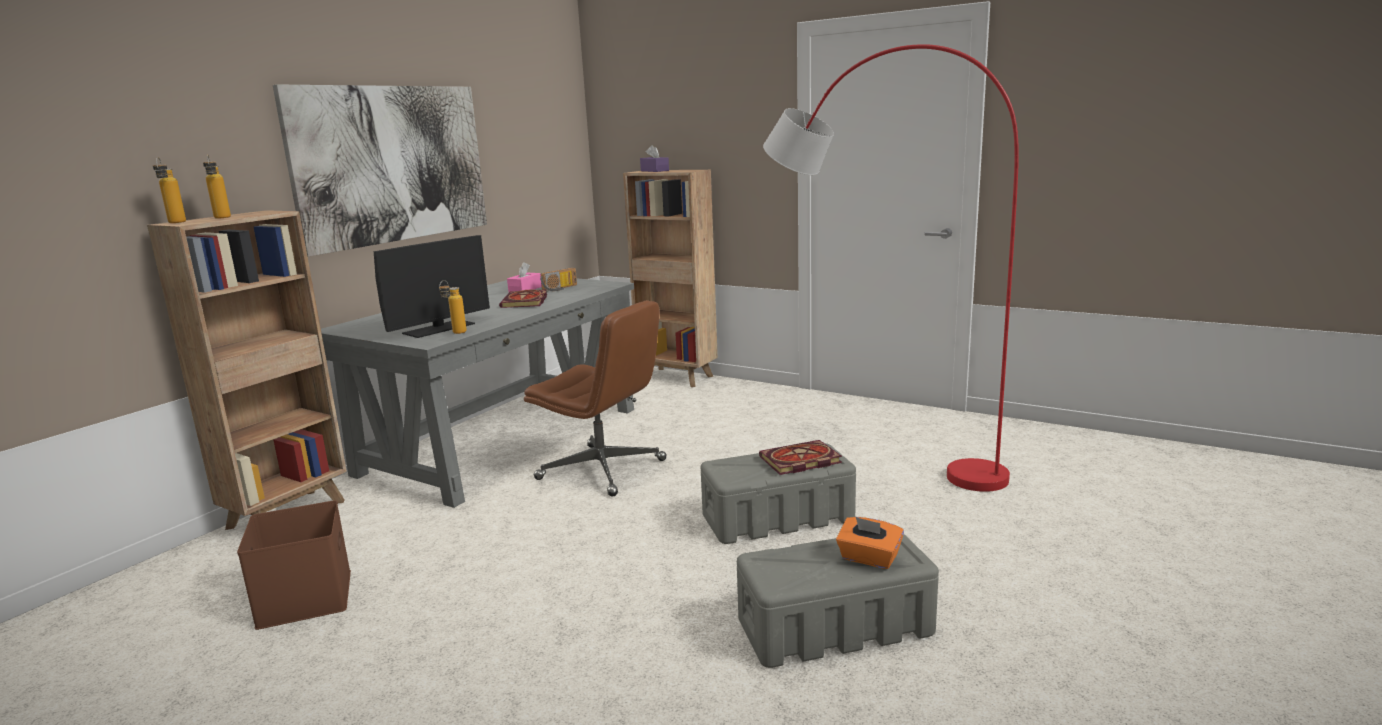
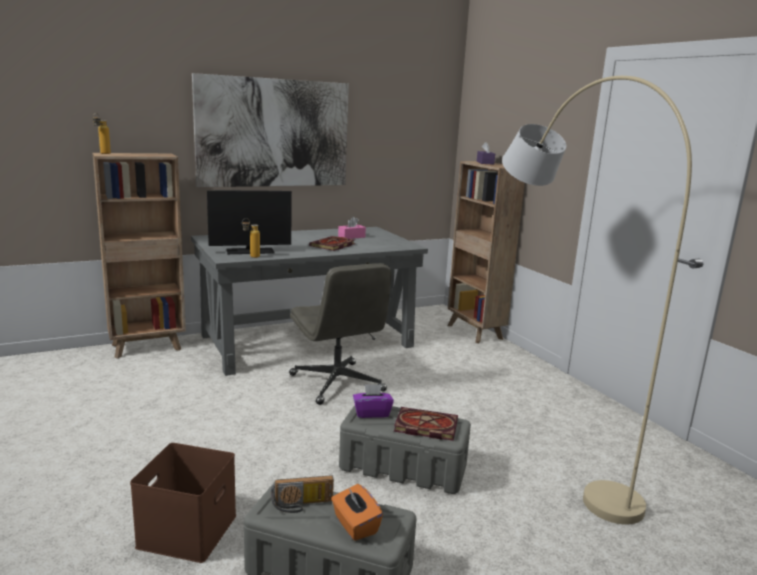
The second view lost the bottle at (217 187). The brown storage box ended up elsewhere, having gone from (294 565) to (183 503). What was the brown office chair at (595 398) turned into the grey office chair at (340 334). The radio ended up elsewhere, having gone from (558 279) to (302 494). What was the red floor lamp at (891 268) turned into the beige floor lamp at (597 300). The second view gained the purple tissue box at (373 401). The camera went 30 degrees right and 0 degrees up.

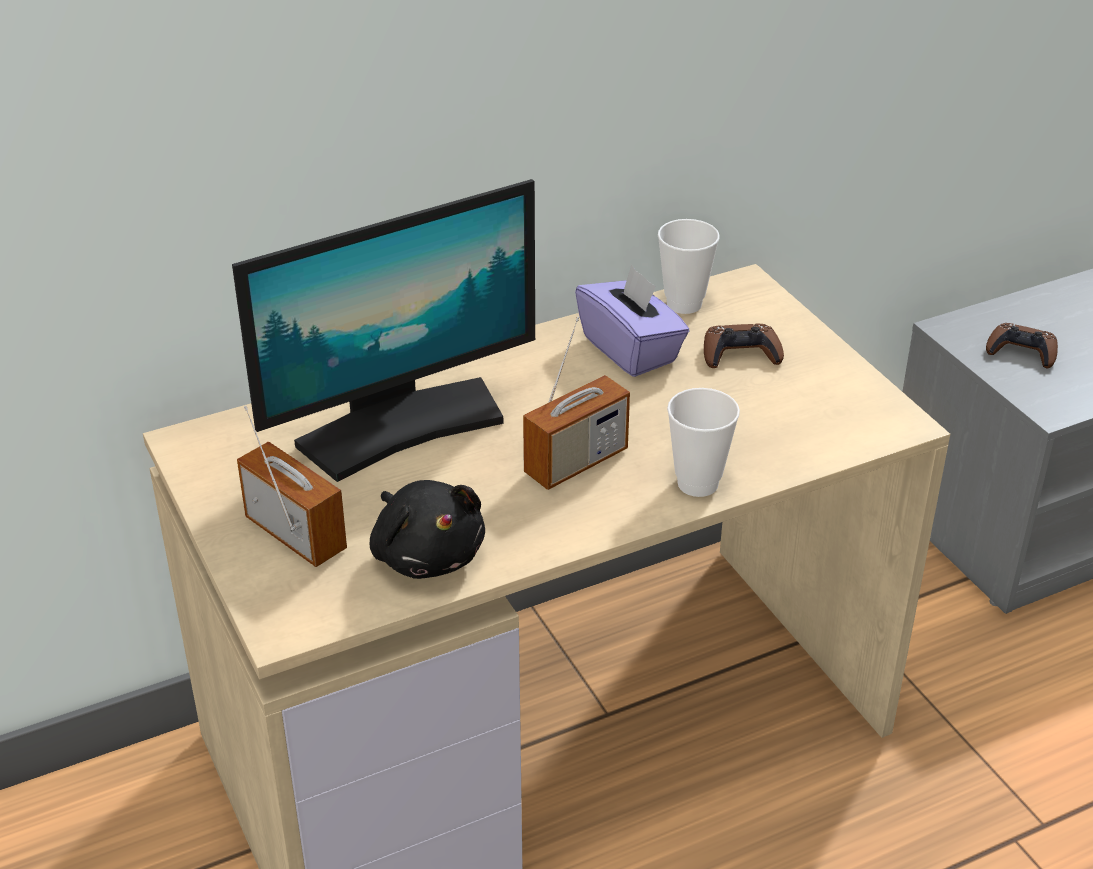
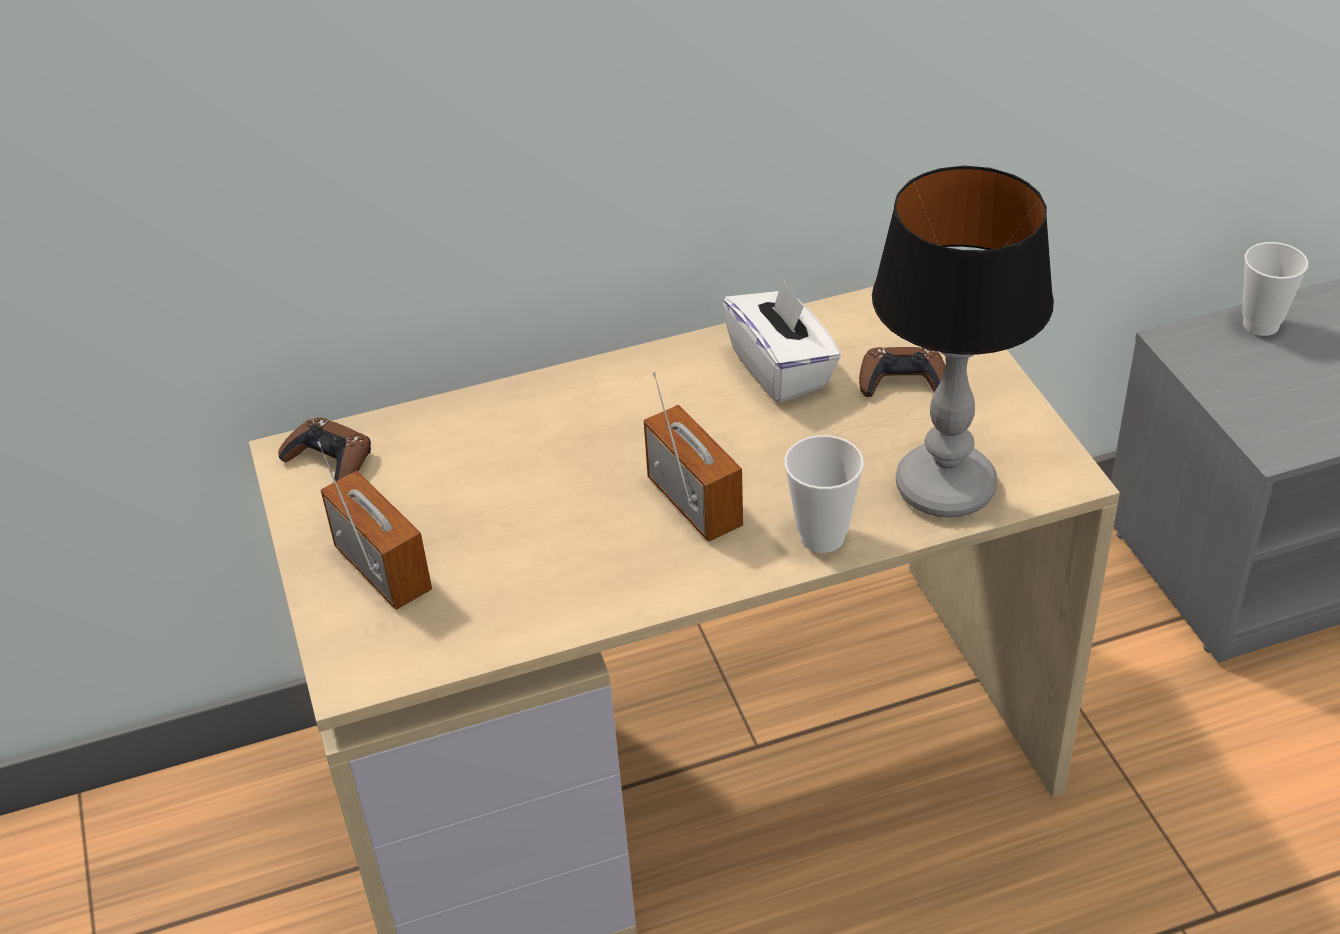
The second view lost the monitor at (383 330). The second view lost the black plush toy at (427 529). The radio at (576 403) ended up facing another way, 90 degrees counterclockwise from before. What was the purple tissue box at (632 321) turned into the white tissue box at (781 341). The cup ended up elsewhere, having gone from (689 266) to (1275 289). The brown game controller ended up elsewhere, having gone from (1022 345) to (324 449). The second view gained the table lamp at (963 342). The camera went 10 degrees right and 5 degrees up.

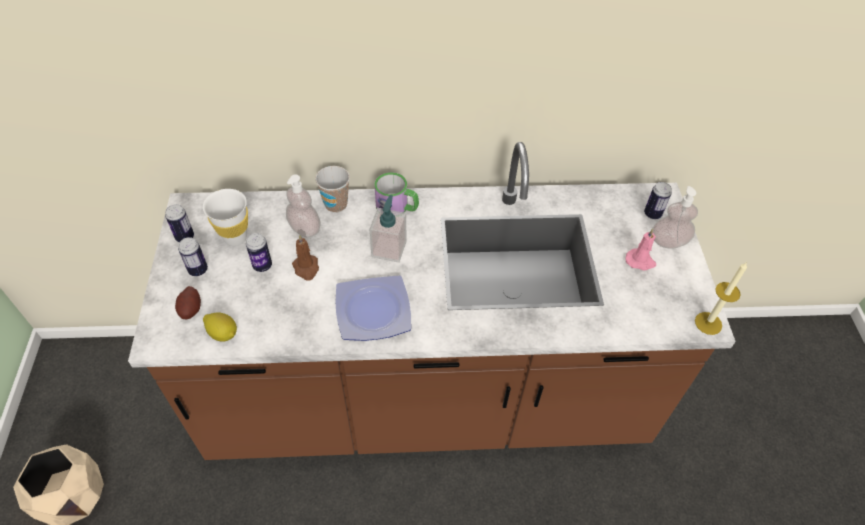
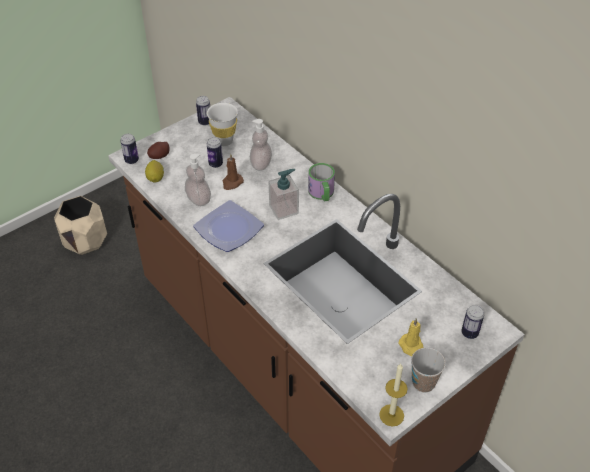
The can ended up elsewhere, having gone from (193 256) to (129 149). The cup ended up elsewhere, having gone from (332 189) to (428 370). What was the pink candle at (640 250) turned into the yellow candle at (411 337). The soap dispenser ended up elsewhere, having gone from (675 217) to (198 180). The camera went 55 degrees right and 5 degrees down.

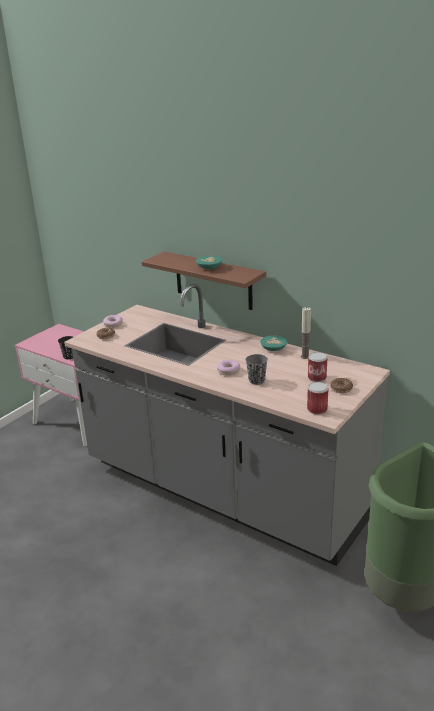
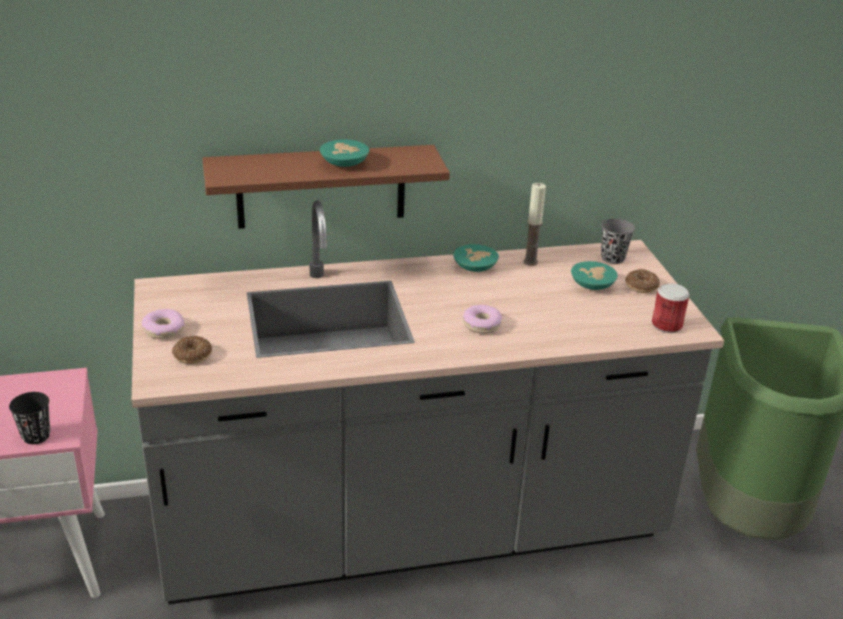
The grey cup ended up elsewhere, having gone from (256 369) to (618 241). Where the can stood at (317 367), the turquoise bowl came to stand at (594 275). The camera went 50 degrees left and 5 degrees up.

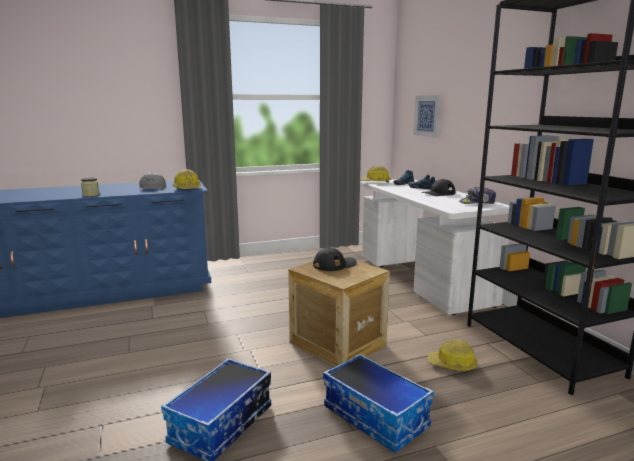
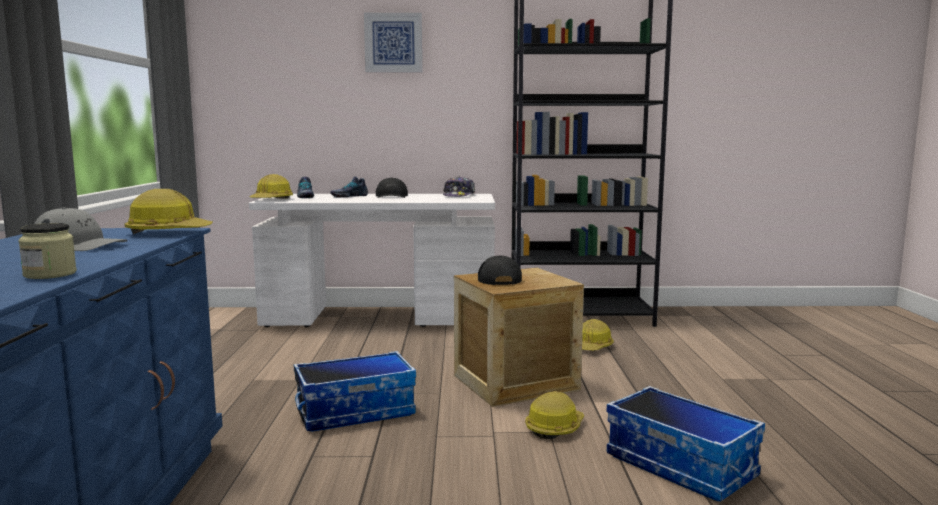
The storage box ended up elsewhere, having gone from (378 403) to (355 391). The picture ended up elsewhere, having gone from (427 116) to (393 42). The second view gained the hard hat at (554 415). The camera went 70 degrees left and 5 degrees down.

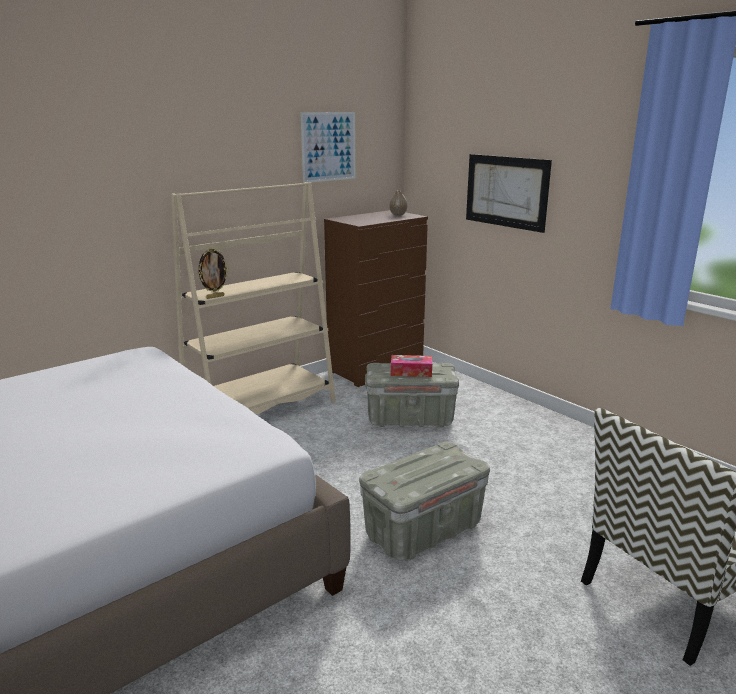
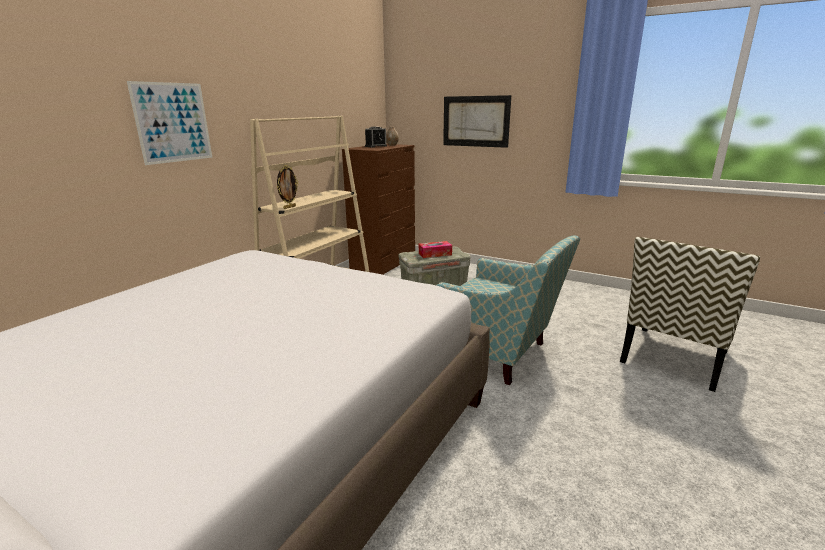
The picture ended up elsewhere, having gone from (328 147) to (169 123). Where the grey storage box stood at (424 501), the armchair came to stand at (508 310). The second view gained the alarm clock at (376 136). The camera went 20 degrees left and 0 degrees up.

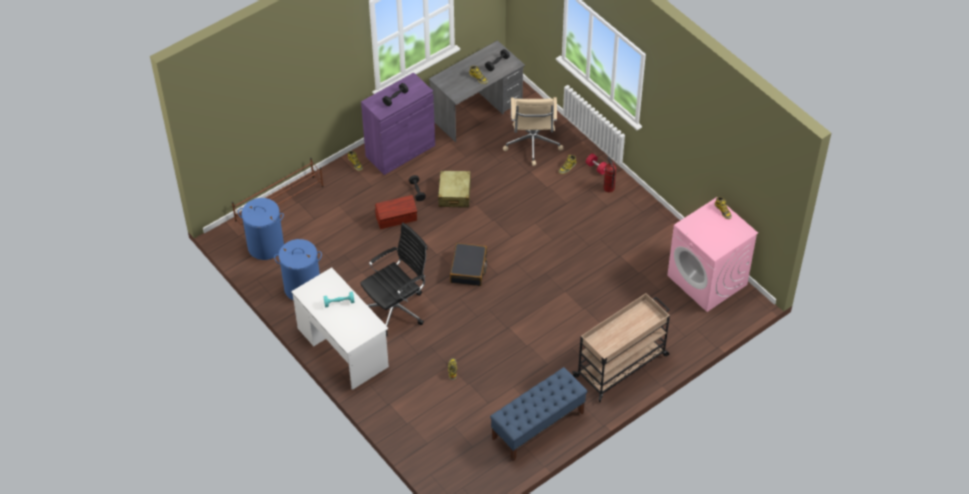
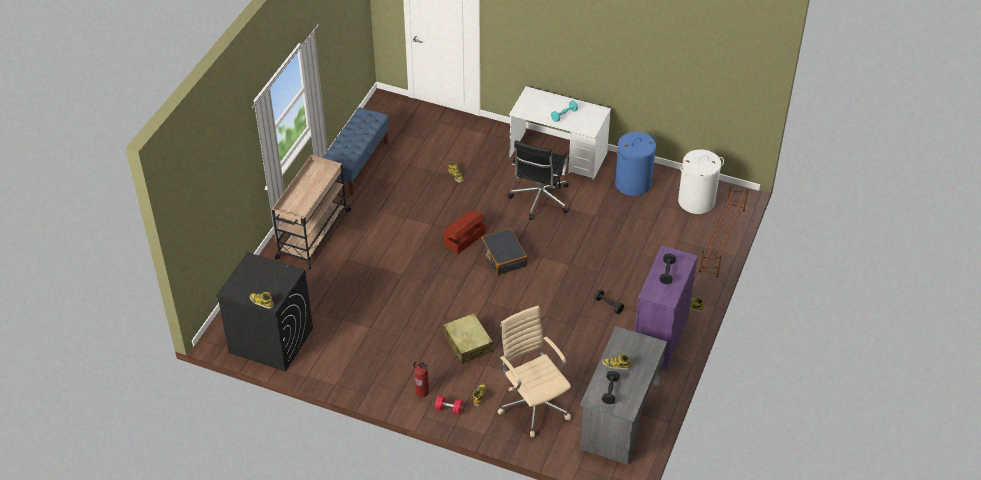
What was the blue laundry basket at (261 229) turned into the white laundry basket at (701 181). The brown storage box ended up elsewhere, having gone from (396 212) to (463 232). The beige suitcase ended up elsewhere, having gone from (454 189) to (468 338). What was the pink washing machine at (712 254) turned into the black washing machine at (264 312). The camera went 150 degrees right and 5 degrees down.

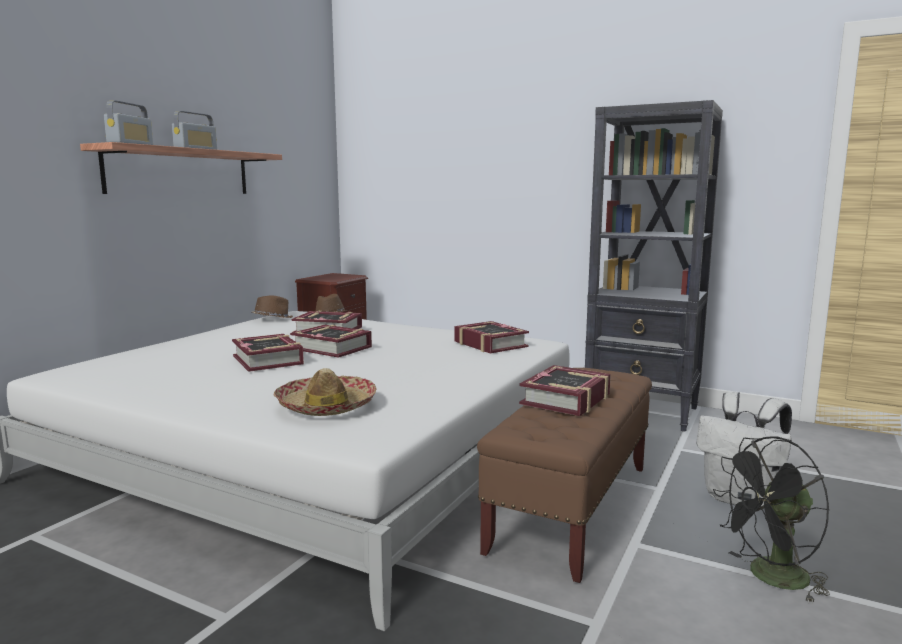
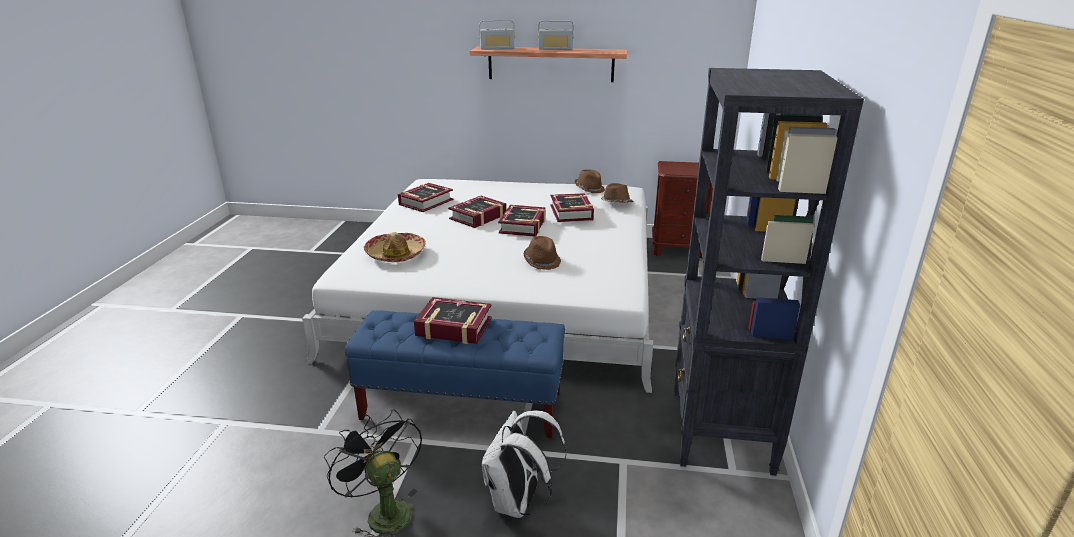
The book ended up elsewhere, having gone from (491 337) to (425 197). What was the brown bench at (564 475) turned into the blue bench at (455 374). The second view gained the brown hat at (542 253). The camera went 70 degrees right and 15 degrees up.

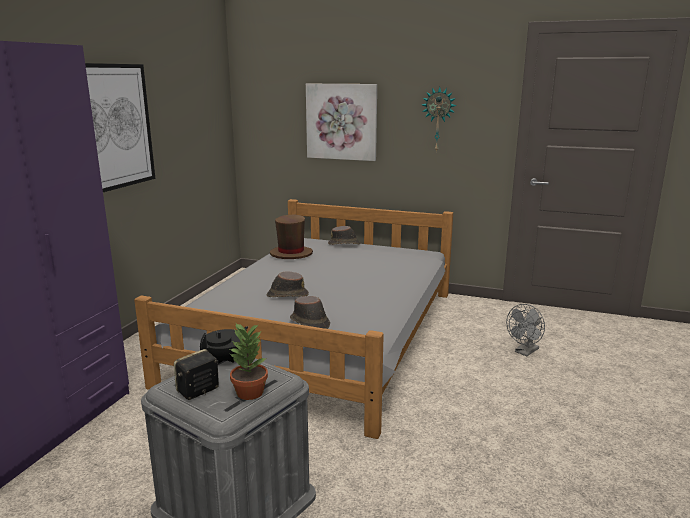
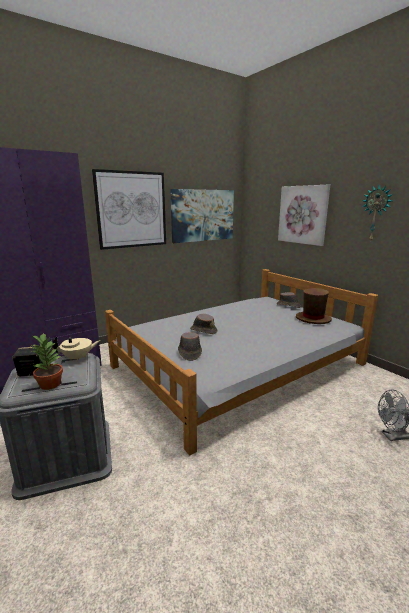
What was the black teapot at (224 345) turned into the beige teapot at (77 349). The brown hat ended up elsewhere, having gone from (291 237) to (314 306). The second view gained the picture at (202 216). The camera went 35 degrees right and 0 degrees up.

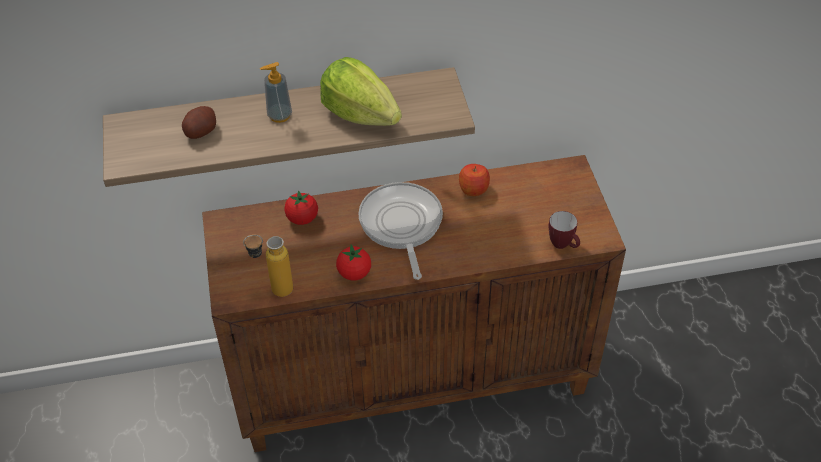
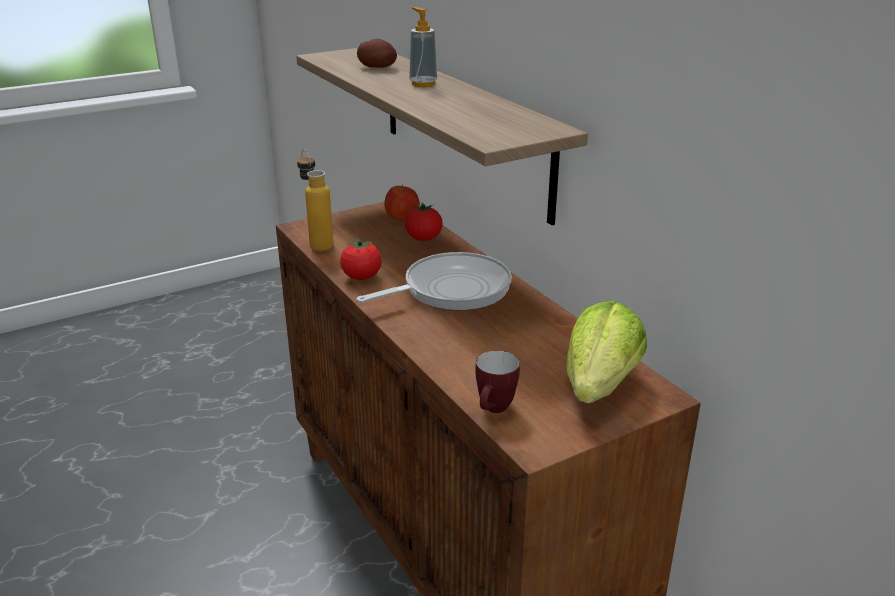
The lettuce ended up elsewhere, having gone from (361 91) to (606 352). The apple ended up elsewhere, having gone from (474 180) to (402 202). The camera went 70 degrees right and 20 degrees down.

